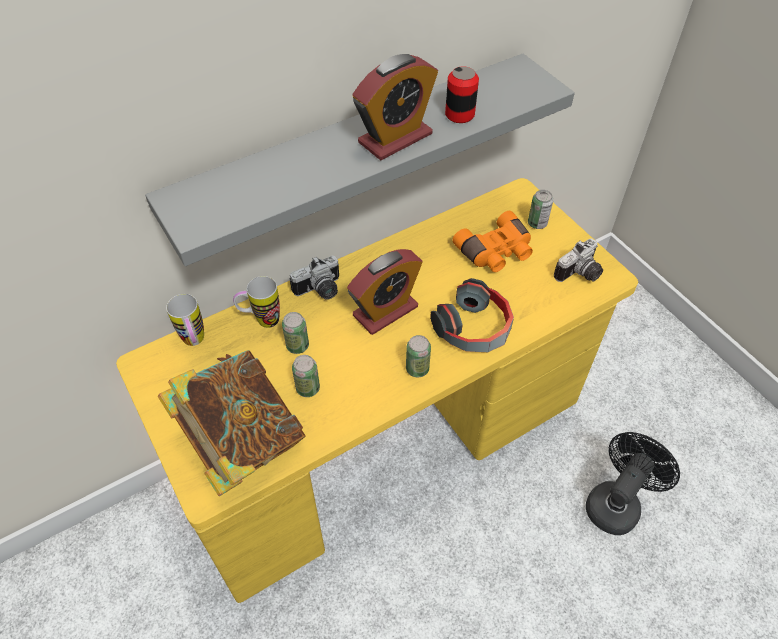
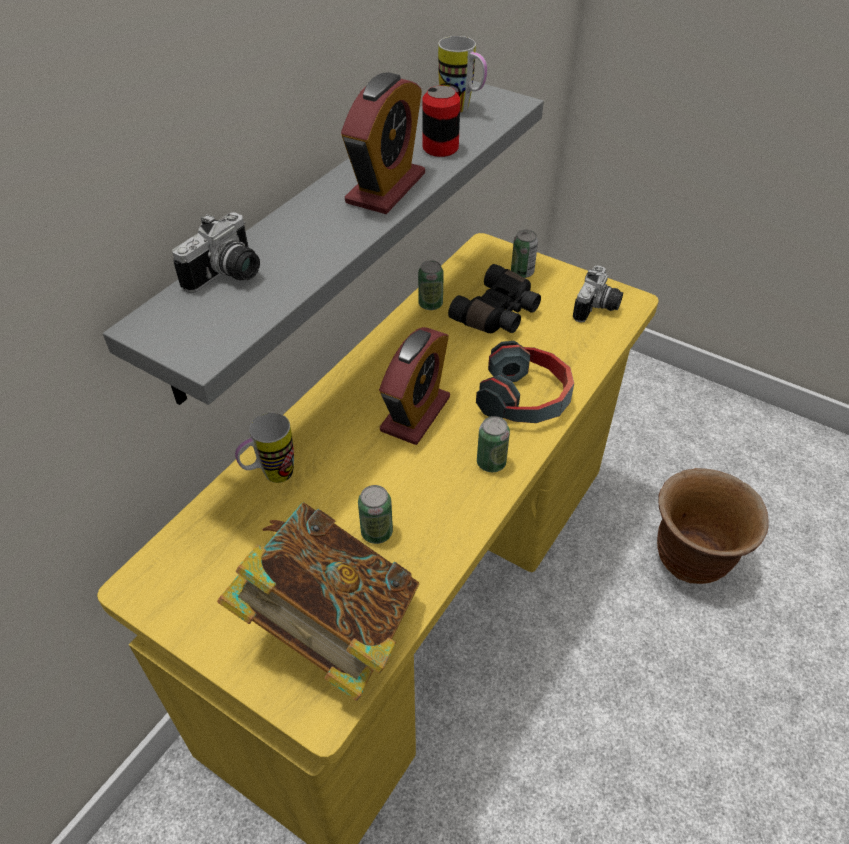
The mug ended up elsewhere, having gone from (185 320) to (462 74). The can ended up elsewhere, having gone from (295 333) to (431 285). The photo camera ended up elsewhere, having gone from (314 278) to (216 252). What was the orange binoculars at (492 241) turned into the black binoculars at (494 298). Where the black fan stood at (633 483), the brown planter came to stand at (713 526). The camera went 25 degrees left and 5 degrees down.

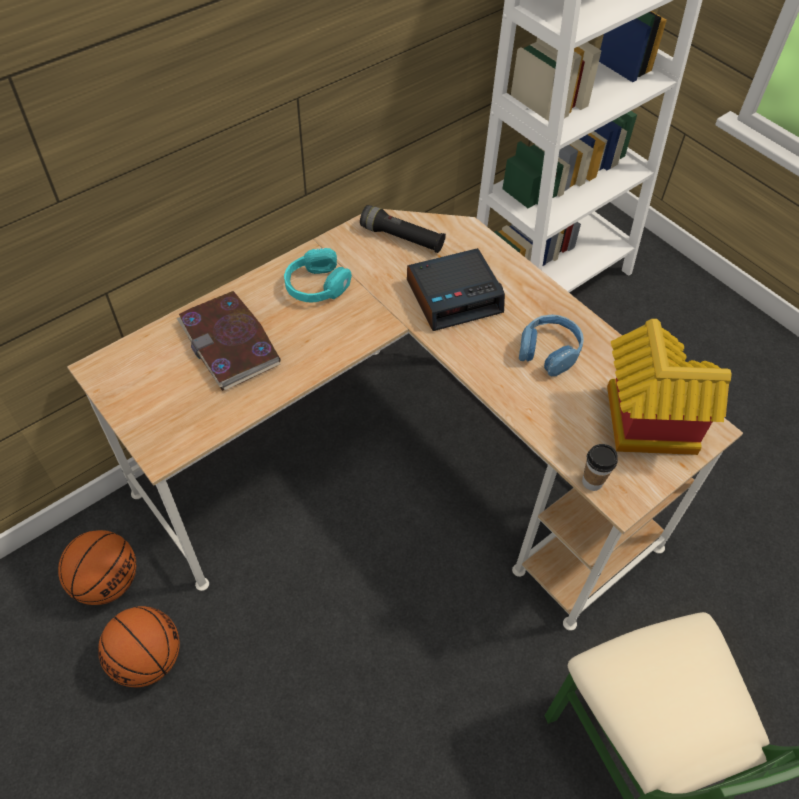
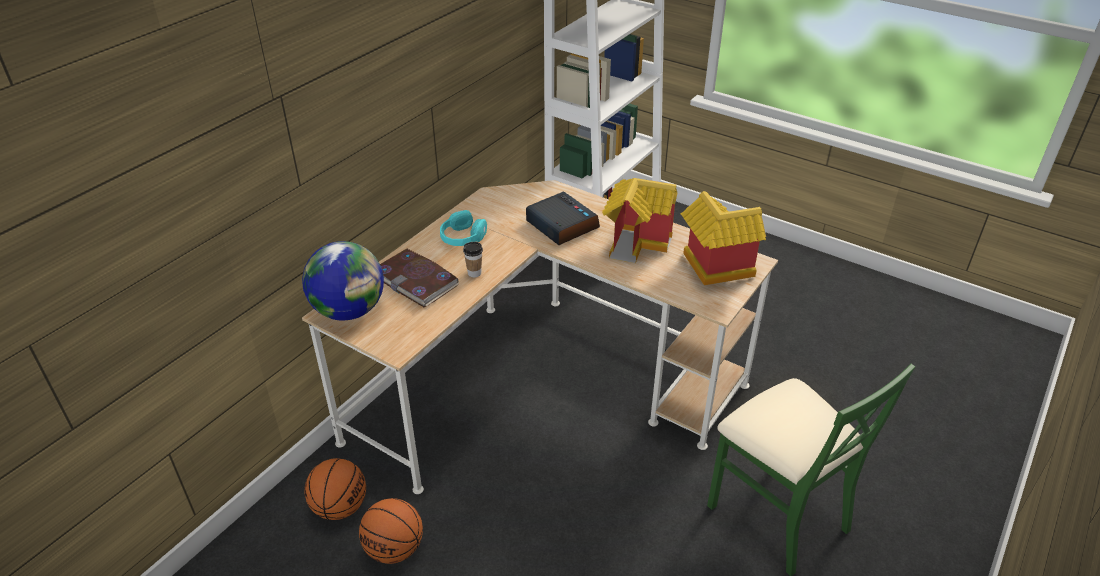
The second view lost the black flashlight at (403 229). The alarm clock at (456 289) ended up facing another way, 90 degrees counterclockwise from before. Where the blue headphones stood at (551 345), the toy house came to stand at (639 220). The cup ended up elsewhere, having gone from (600 467) to (473 260). The second view gained the globe at (343 281). The camera went 15 degrees left and 15 degrees down.

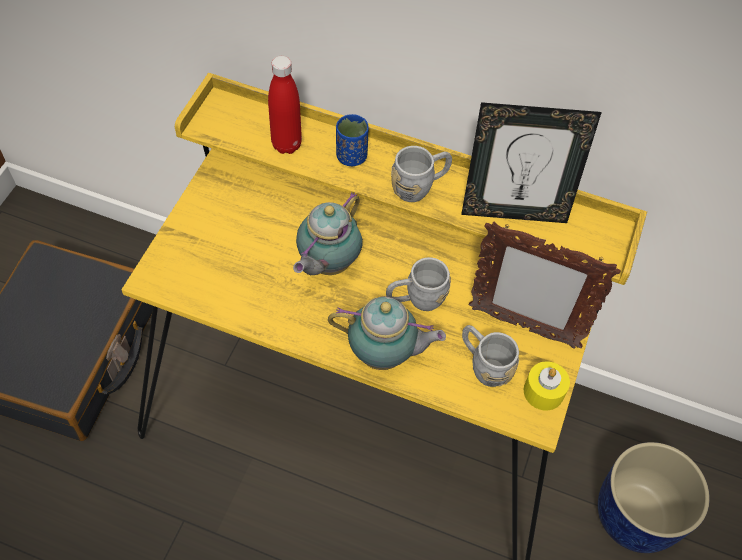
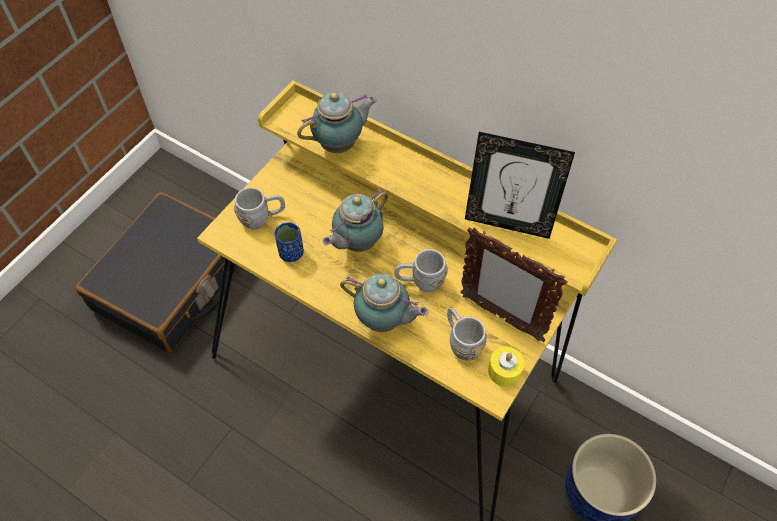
Where the red bottle stood at (285 105), the teapot came to stand at (337 122). The blue cup ended up elsewhere, having gone from (352 140) to (289 242). The grey mug ended up elsewhere, having gone from (421 174) to (259 208). The camera went 15 degrees right and 0 degrees up.

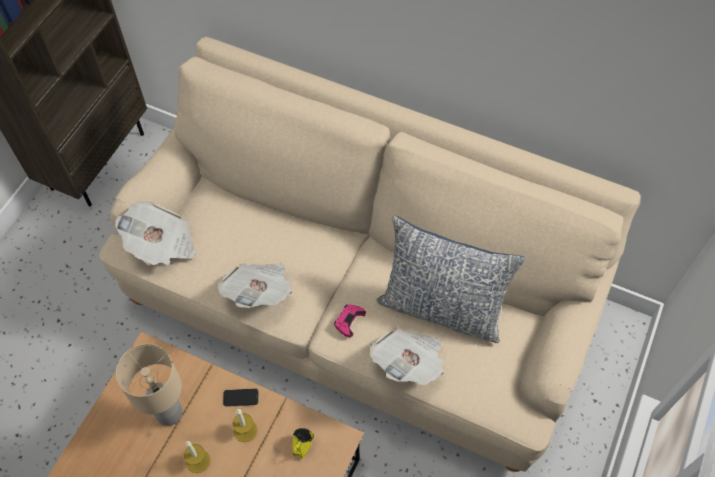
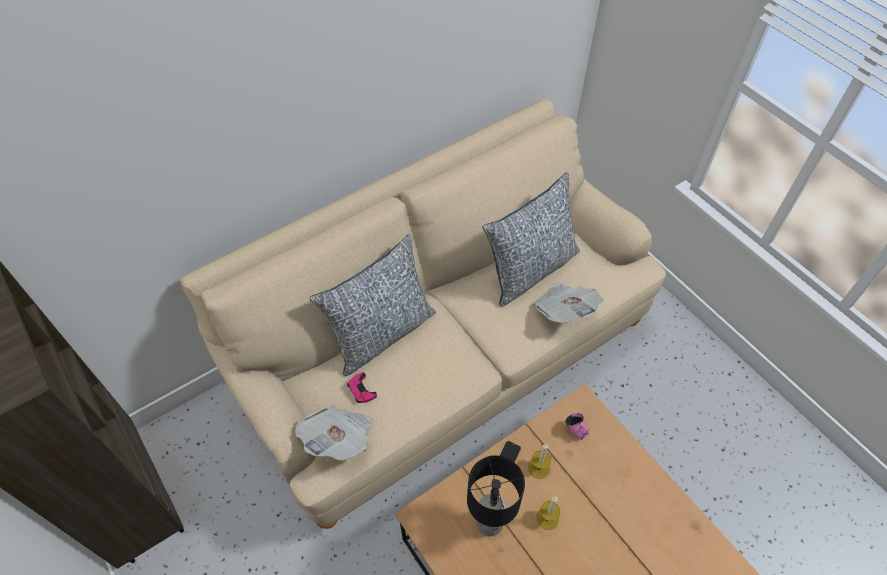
What was the beige table lamp at (149 385) turned into the black table lamp at (496 495). The second view lost the newspaper at (255 285). What was the yellow mug at (303 443) turned into the pink mug at (577 426). The pink game controller ended up elsewhere, having gone from (350 320) to (362 387). The second view gained the pillow at (373 305). The camera went 60 degrees left and 5 degrees down.

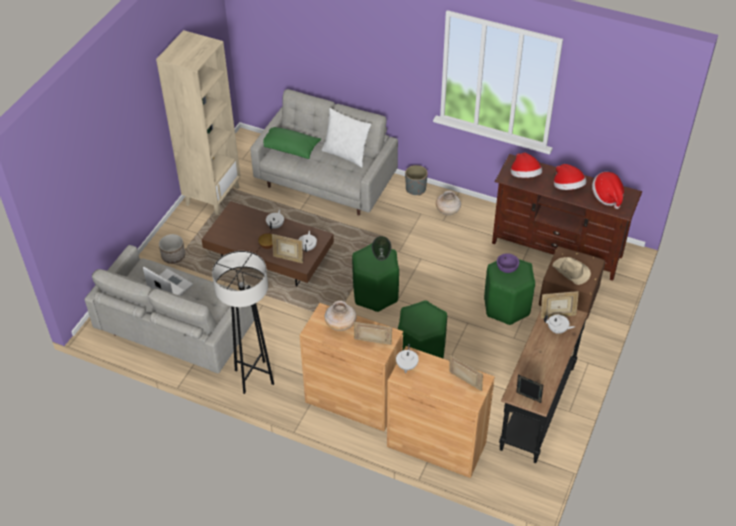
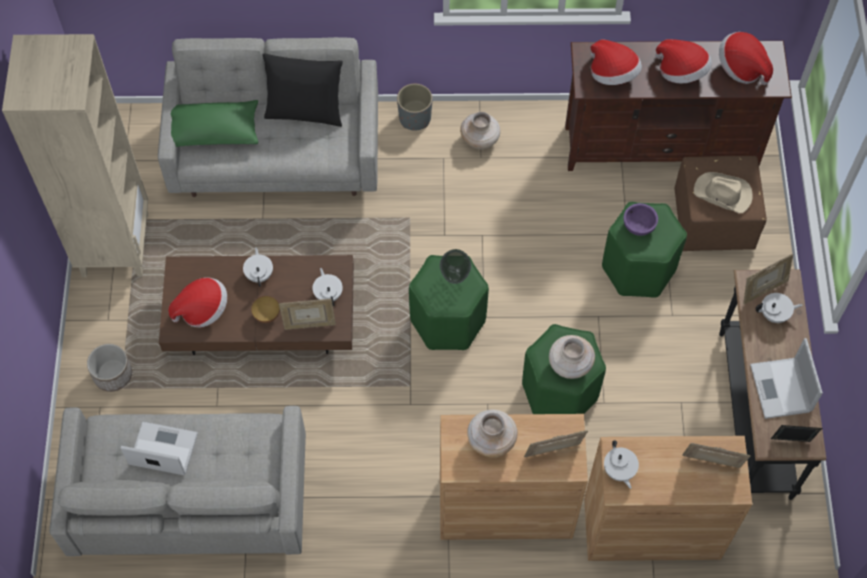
The second view lost the grey floor lamp at (243 322). What was the white pillow at (346 138) turned into the black pillow at (303 90). The second view gained the hat at (197 302). The second view gained the beige vase at (572 357). The second view gained the laptop at (786 378). The camera went 25 degrees left and 15 degrees up.

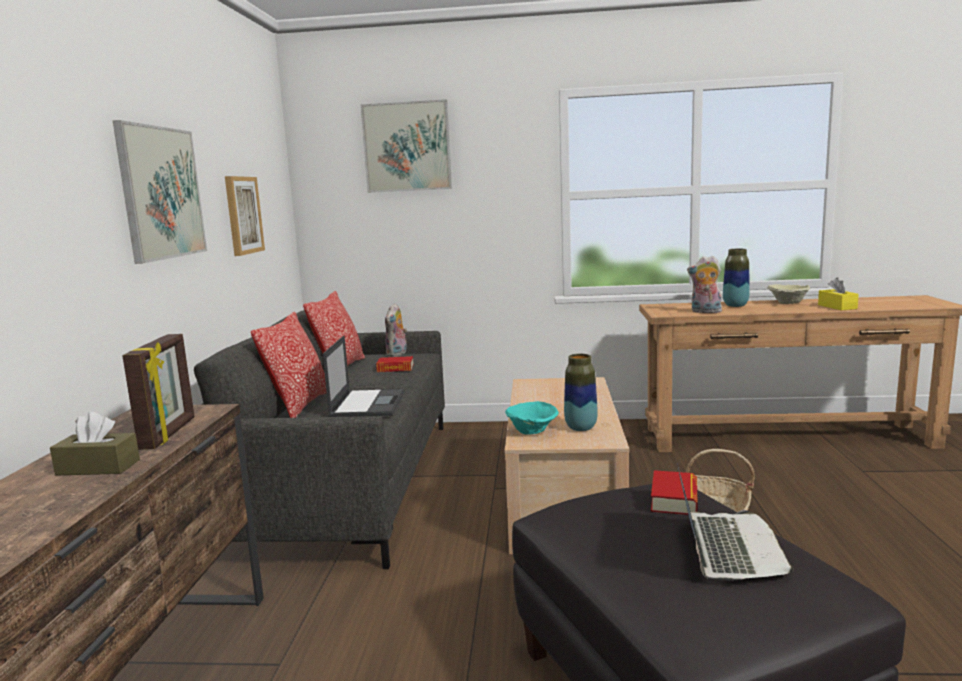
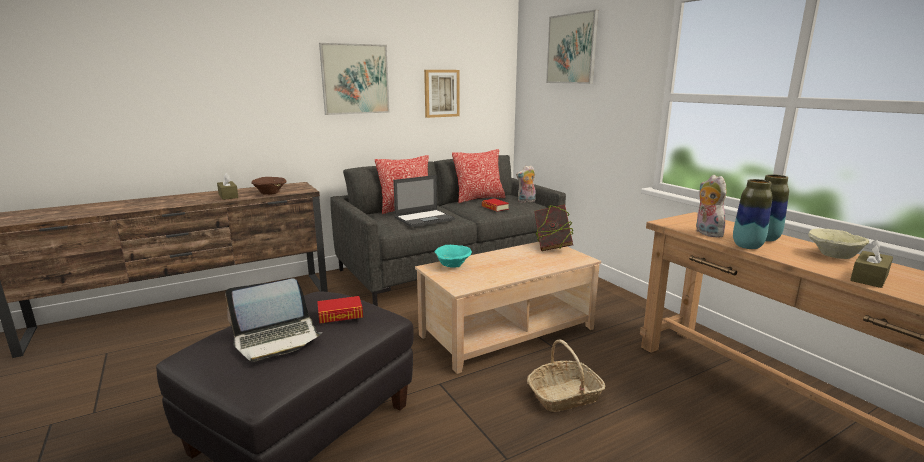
Where the picture frame stood at (158 392), the brown bowl came to stand at (269 186). The vase ended up elsewhere, having gone from (581 392) to (752 214). What was the yellow tissue box at (838 294) turned into the brown tissue box at (871 264). The second view gained the book at (554 227). The camera went 55 degrees right and 5 degrees up.

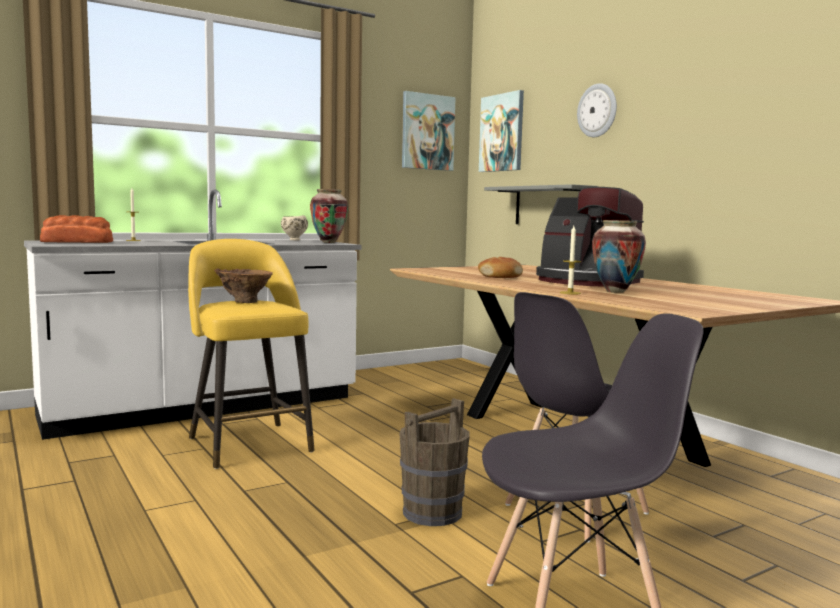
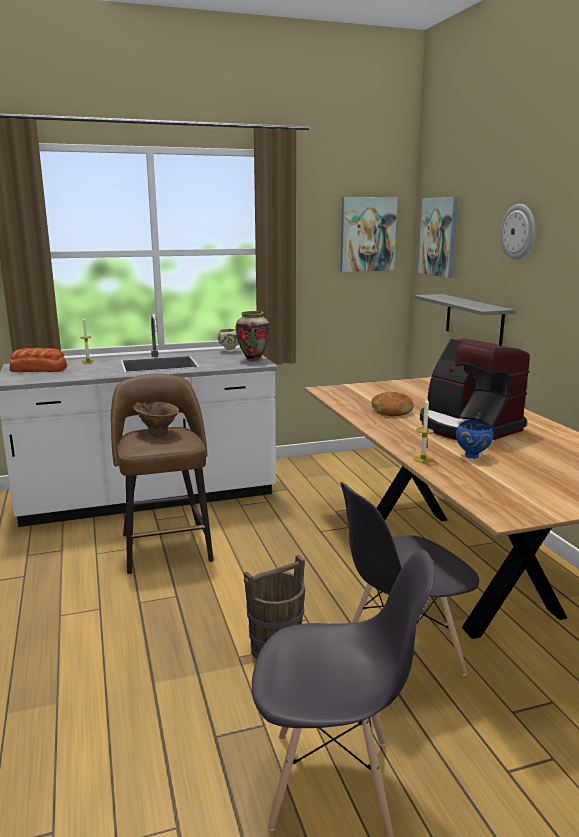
What was the yellow stool at (251 354) turned into the brown stool at (162 474). Where the vase stood at (619 256), the blue bowl came to stand at (475 439). The camera went 15 degrees right and 10 degrees up.

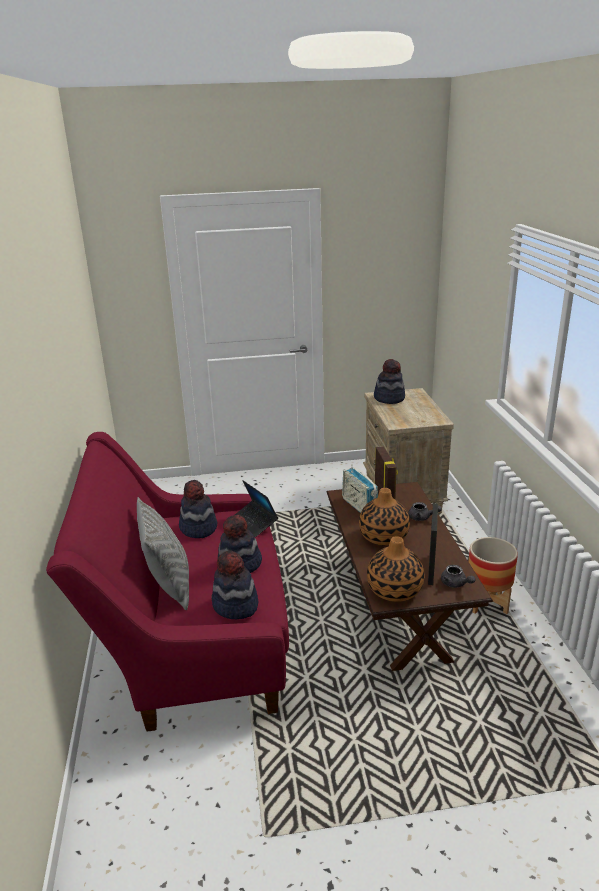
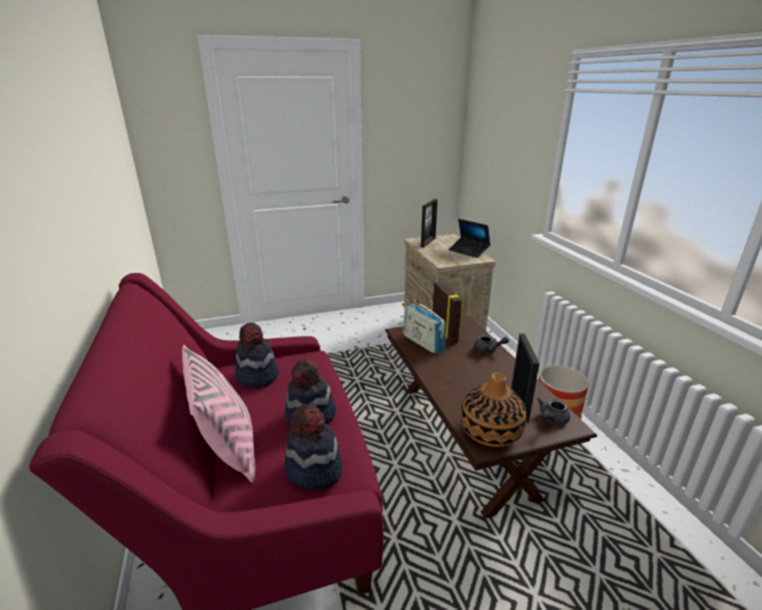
What was the grey pillow at (163 553) turned into the pink pillow at (218 414). The laptop ended up elsewhere, having gone from (256 508) to (469 238). The second view lost the vase at (384 517). Where the hat stood at (389 381), the picture frame came to stand at (429 223). The grey teapot at (458 576) ended up facing another way, 90 degrees clockwise from before. The camera went 10 degrees left and 0 degrees up.

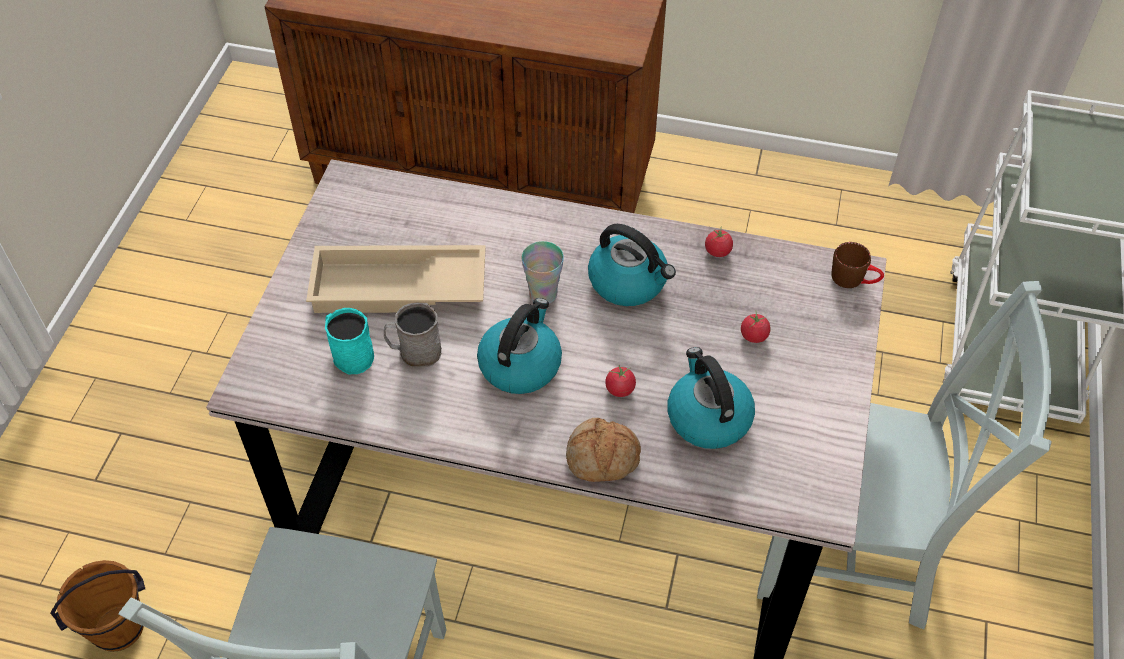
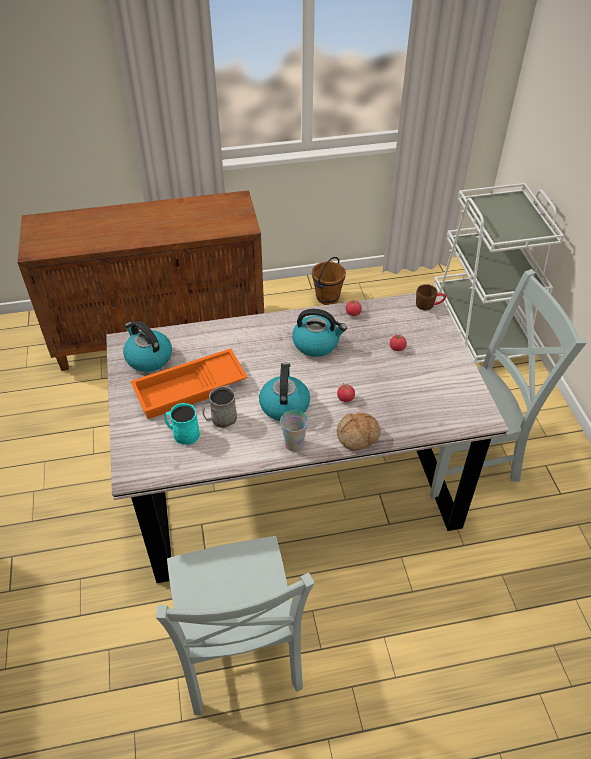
The brown bucket ended up elsewhere, having gone from (97 606) to (329 281). What was the beige tray at (396 279) turned into the orange tray at (189 383). The cup ended up elsewhere, having gone from (543 272) to (294 431). The kettle ended up elsewhere, having gone from (711 398) to (147 346). The camera went 25 degrees left and 5 degrees down.

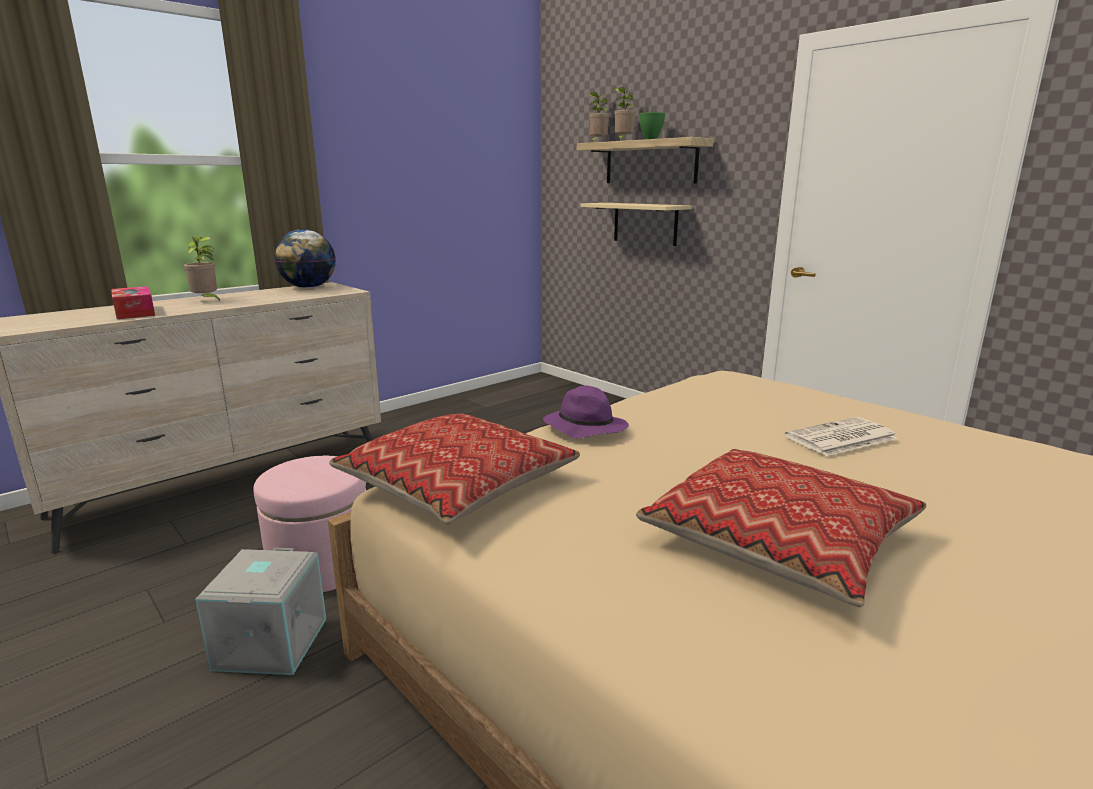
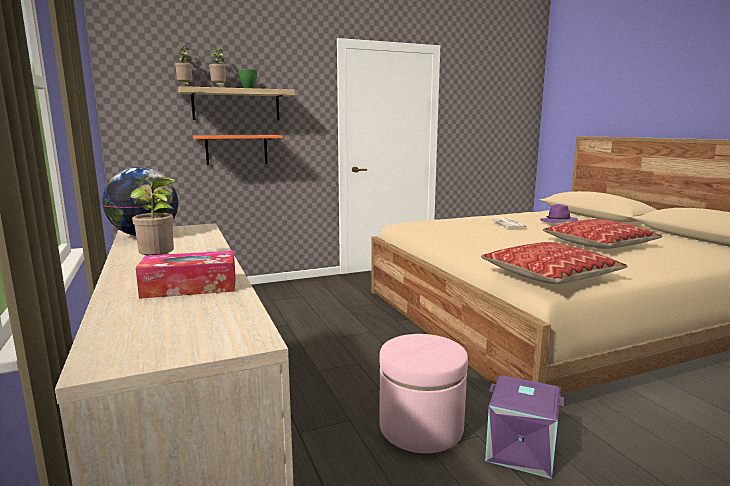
What was the grey storage box at (260 611) turned into the purple storage box at (524 427). The purple hat ended up elsewhere, having gone from (586 412) to (559 213). What was the beige shelf at (636 224) turned into the orange shelf at (238 150). The camera went 70 degrees left and 5 degrees down.

